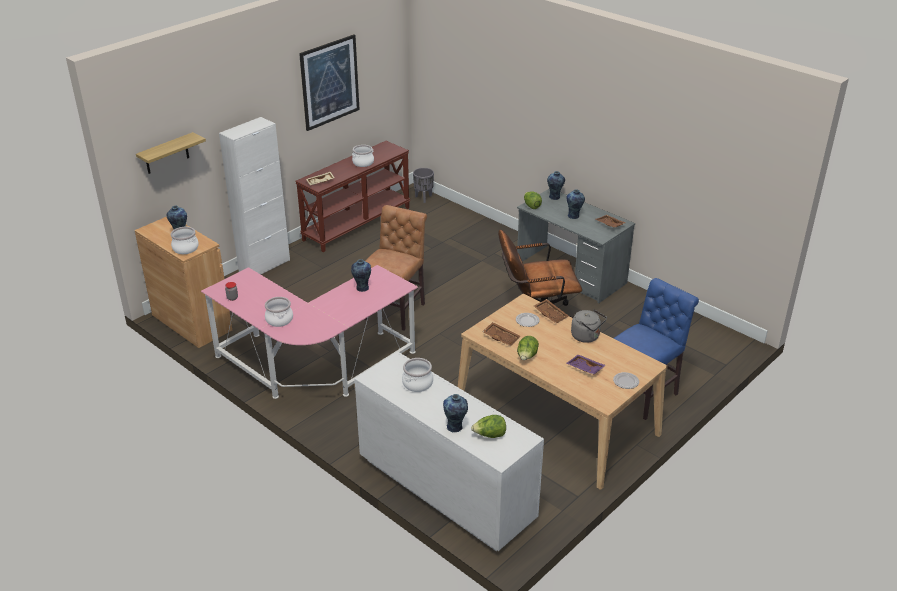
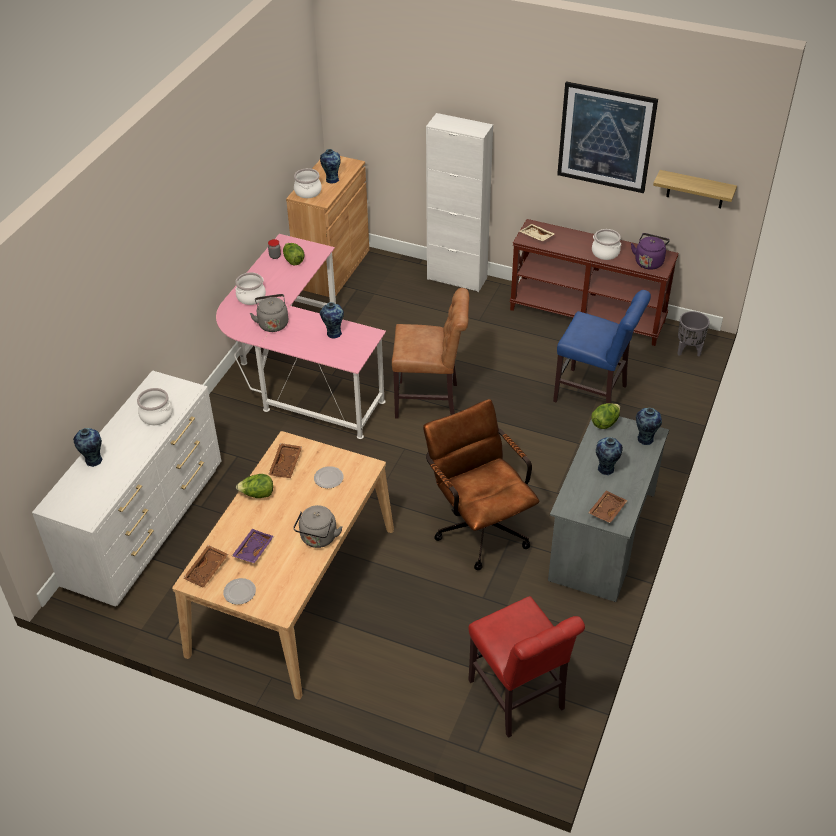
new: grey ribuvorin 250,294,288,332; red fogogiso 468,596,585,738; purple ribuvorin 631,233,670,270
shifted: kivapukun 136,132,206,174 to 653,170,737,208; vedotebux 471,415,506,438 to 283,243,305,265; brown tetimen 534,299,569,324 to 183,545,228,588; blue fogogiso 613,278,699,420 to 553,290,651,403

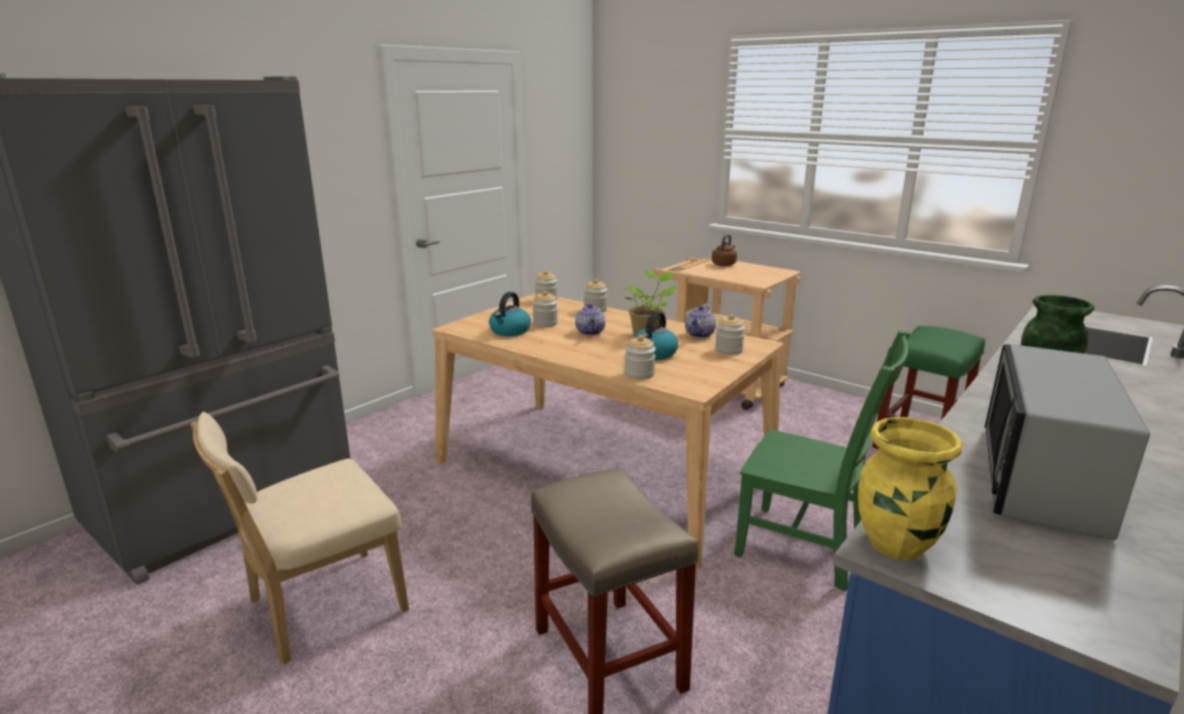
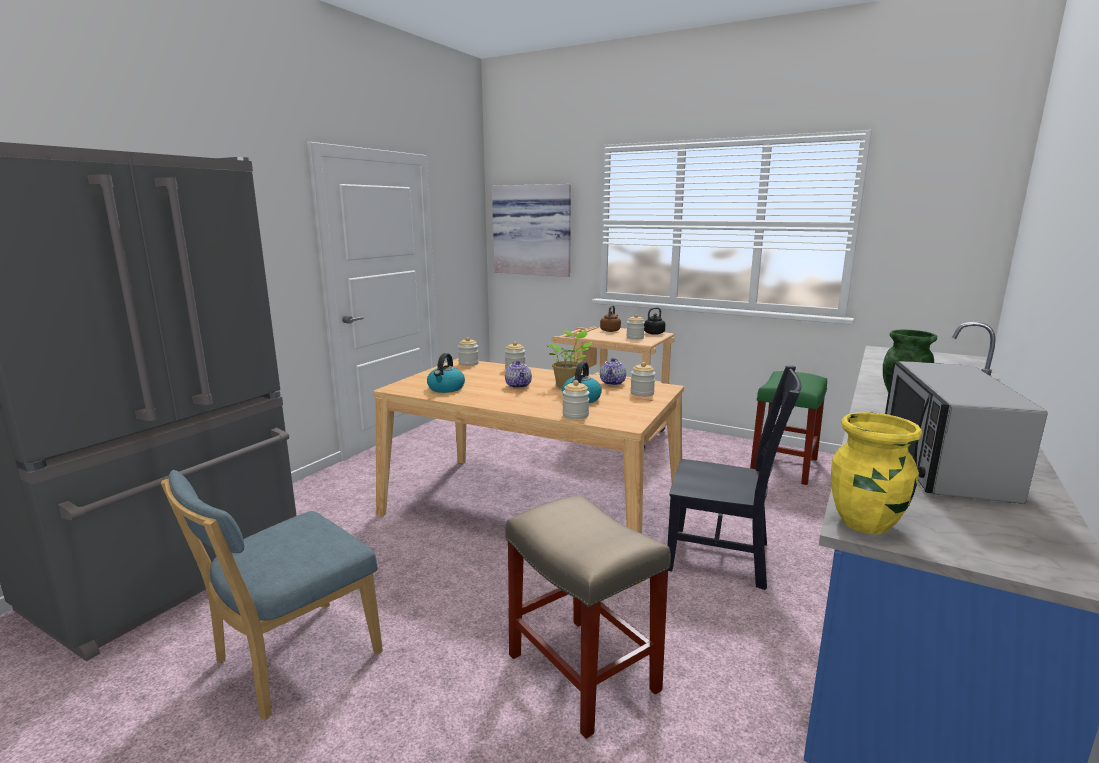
new: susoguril 492,184,571,277; black ribuvorin 644,307,665,335
shifted: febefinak 532,291,558,327 to 626,314,645,340
repainted: beige fogogiso 191,412,409,665 to blue fogogiso 161,470,383,720; green fogogiso 734,331,910,591 to black fogogiso 667,366,801,590

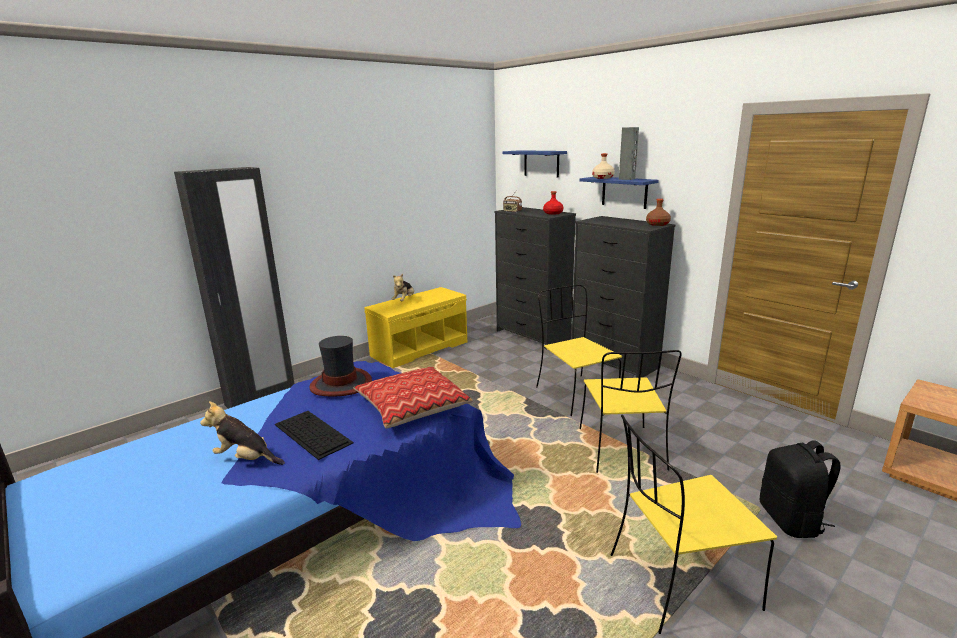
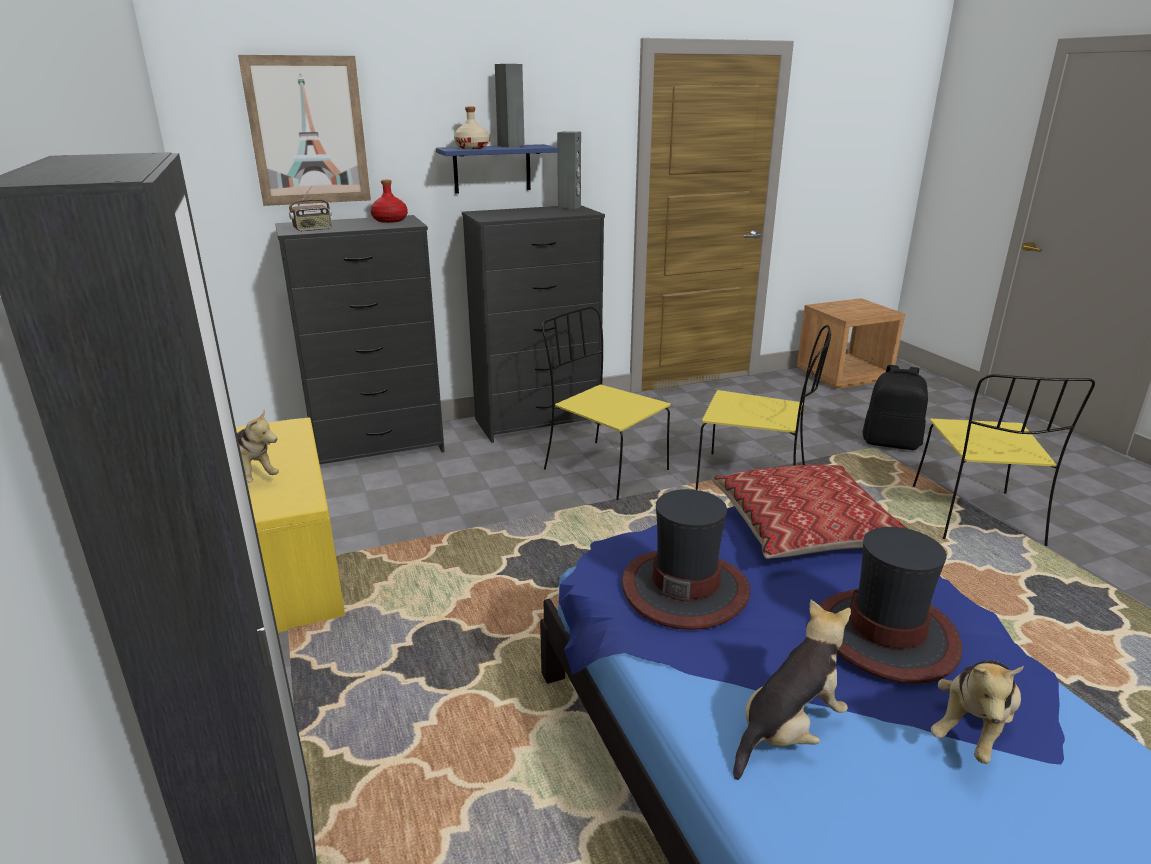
new: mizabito 733,600,851,780
swapped: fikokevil 275,411,354,460 to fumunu 819,527,962,684; blue kivapukun 502,150,567,178 to susoguril 238,55,371,206; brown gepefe 646,199,671,226 to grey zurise 557,131,581,209
rotated: yellow fogogiso 536,285,622,416 = 542,307,671,500 45 degrees clockwise

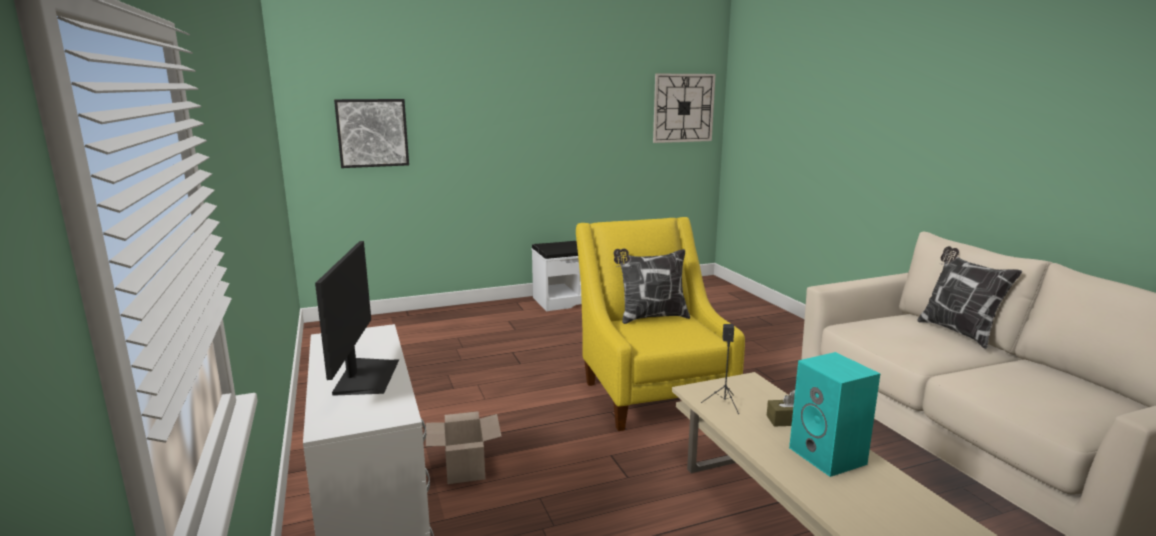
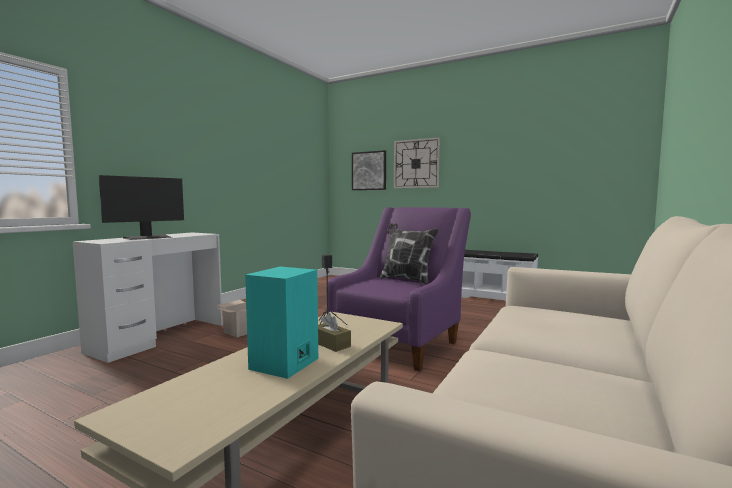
gone: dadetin 917,246,1022,349
shifted: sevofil 653,74,716,143 to 394,137,440,188
repainted: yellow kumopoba 576,217,745,431 to purple kumopoba 328,207,471,371

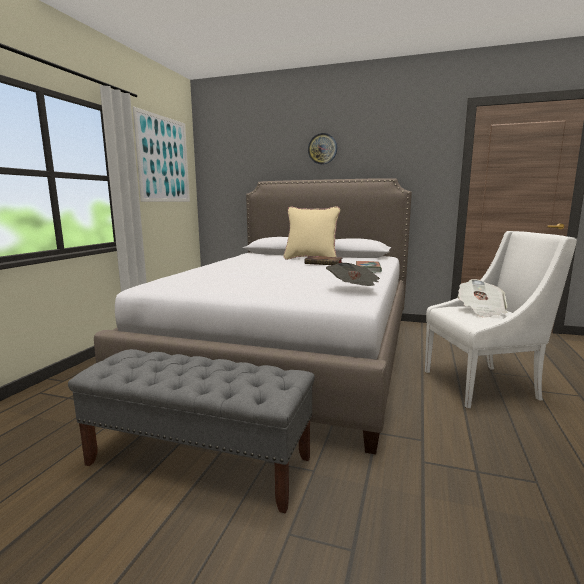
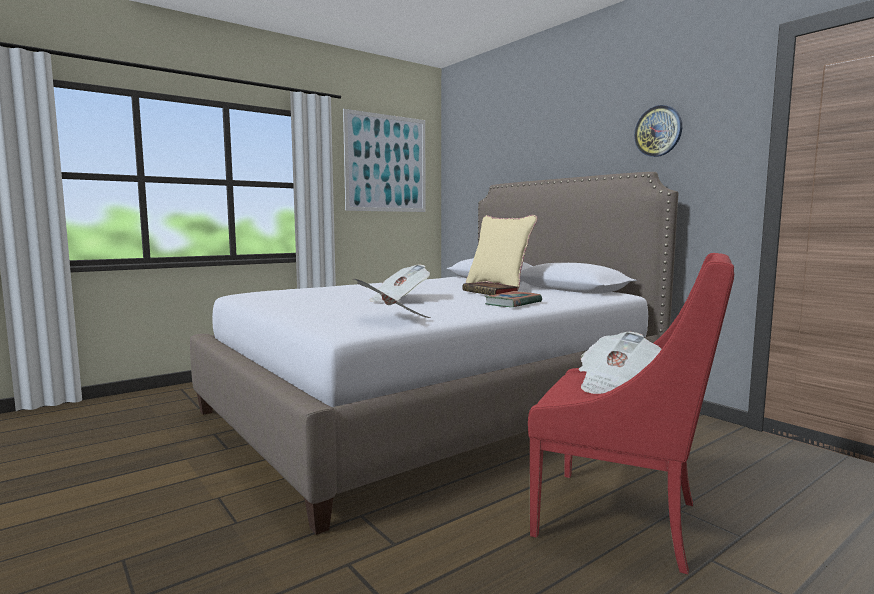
gone: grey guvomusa 68,349,315,514
new: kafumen 370,265,430,302
shifted: sevofil 308,133,337,165 to 634,105,682,157
repainted: white kumopoba 425,231,577,409 to red kumopoba 528,253,734,574

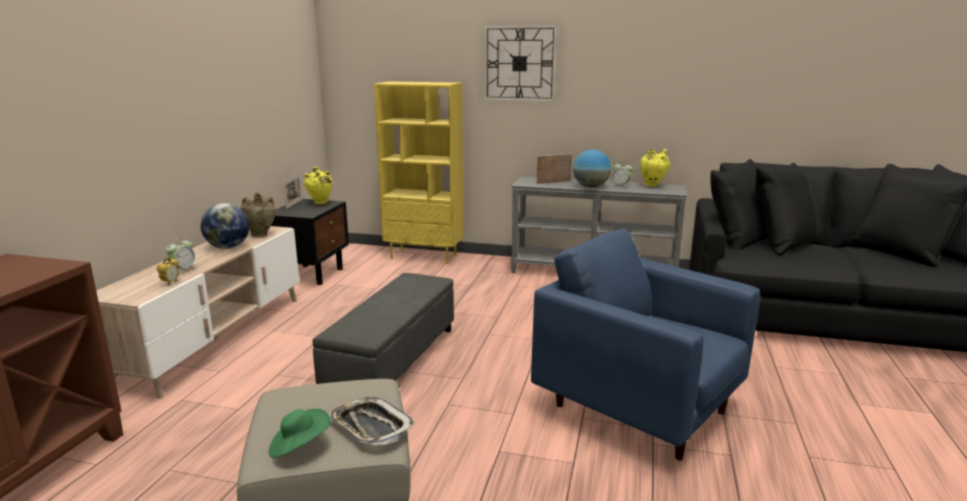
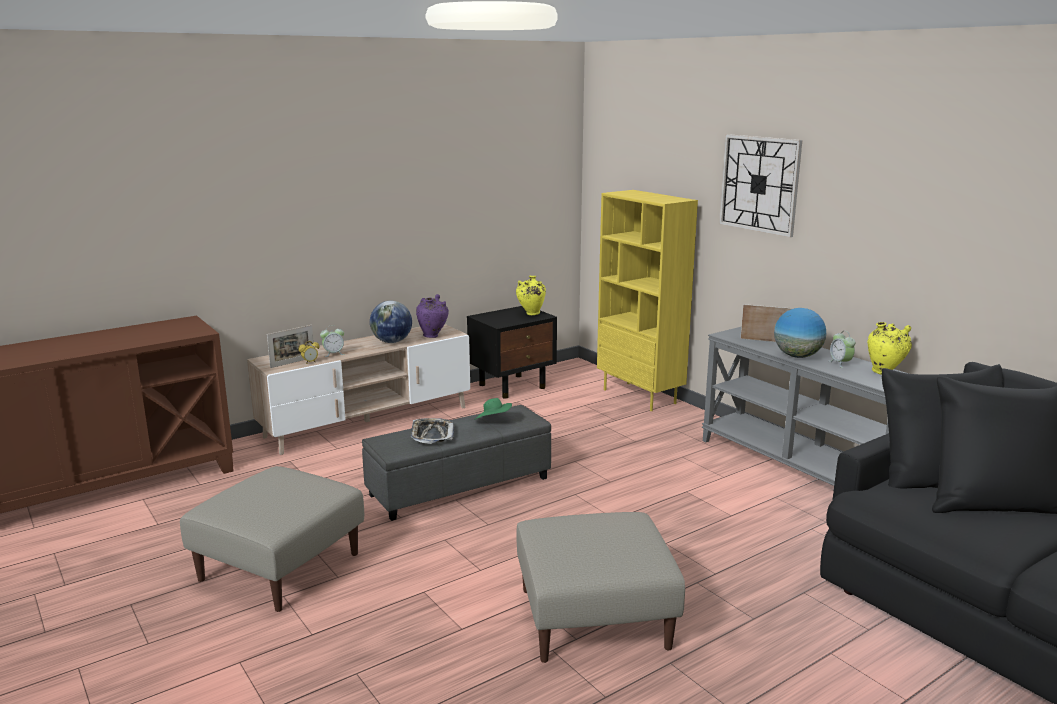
shifted: green fumunu 269,409,331,458 to 474,398,512,420; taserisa 283,173,302,209 to 267,325,314,368; tetimen 329,397,415,445 to 411,418,454,444
swapped: blue kumopoba 531,229,760,461 to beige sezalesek 517,512,685,663
repainted: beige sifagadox 241,192,276,237 to purple sifagadox 416,294,449,338

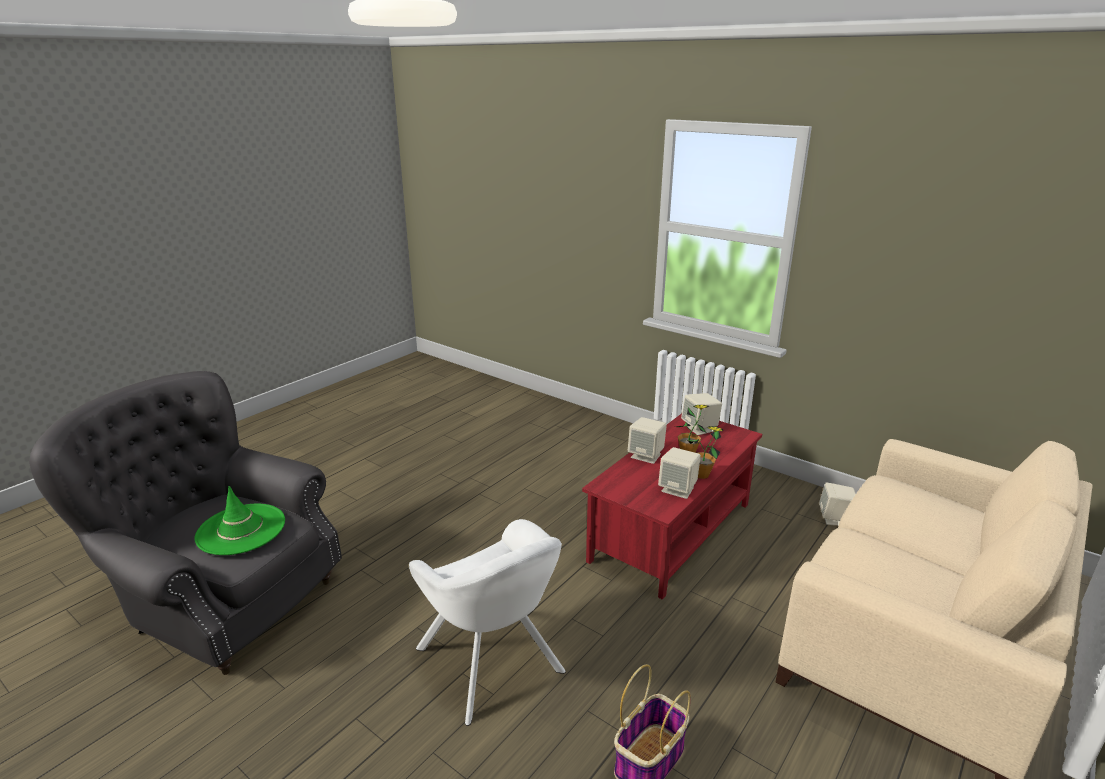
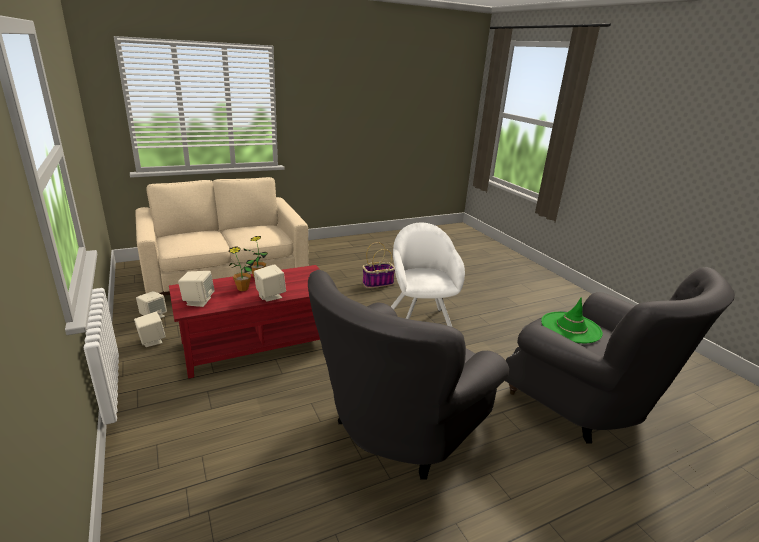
new: grey kumopoba 308,270,509,479
shifted: beige zurise 658,447,701,499 to 134,312,166,347

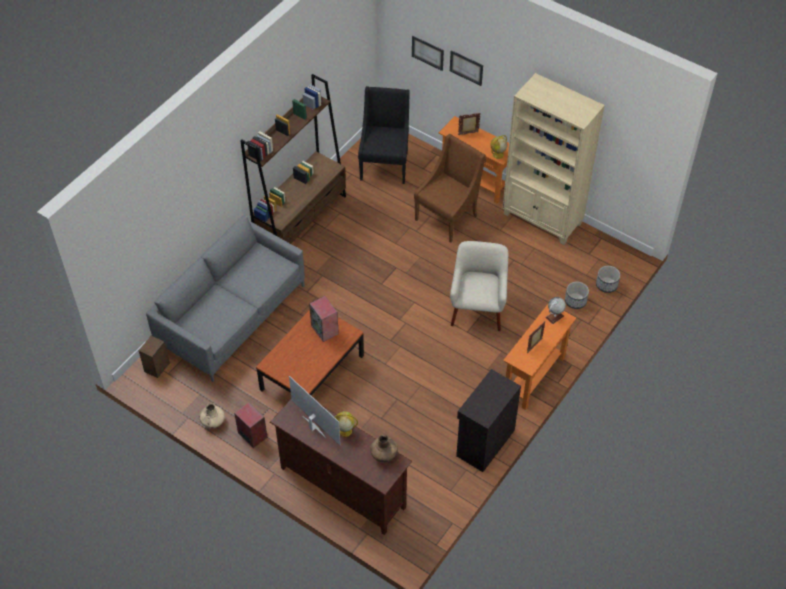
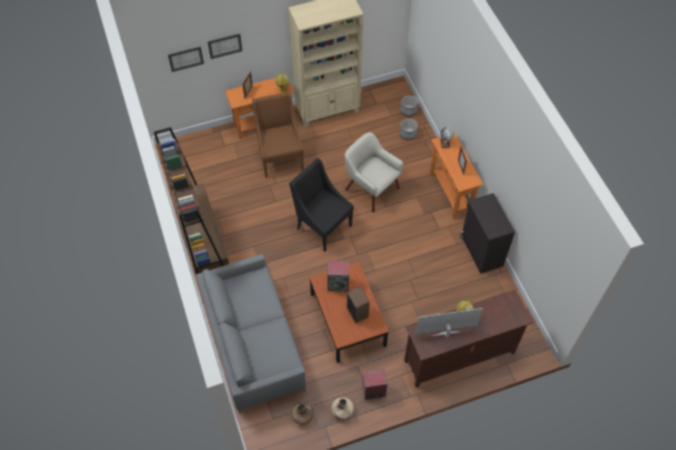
shifted: zurise 139,335,170,378 to 347,286,370,323; black kumopoba 358,86,410,184 to 289,158,354,252; brown sifagadox 370,435,398,462 to 291,402,314,425

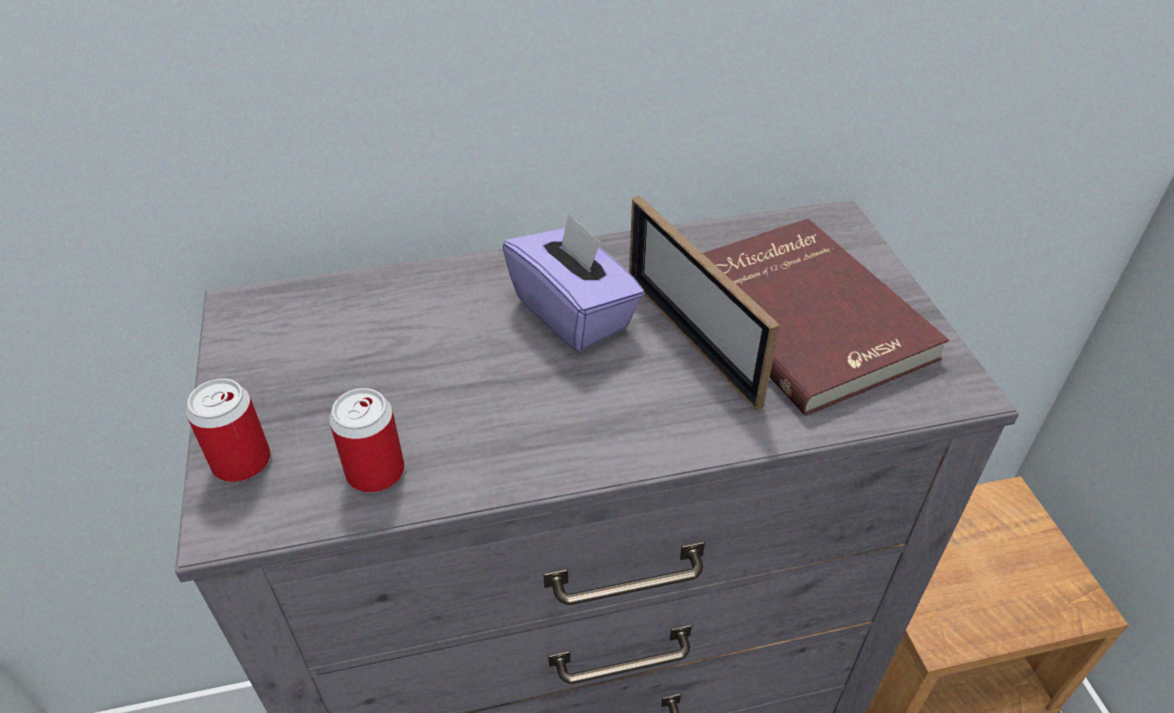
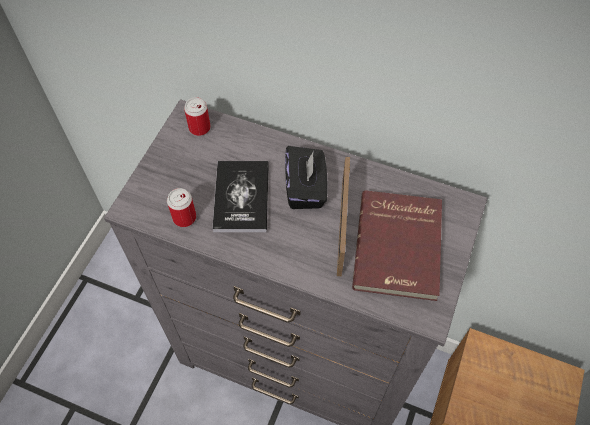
new: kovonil 212,161,269,232
shifted: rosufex 186,378,270,482 to 184,97,211,136
repainted: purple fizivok 503,213,644,352 to black fizivok 285,146,328,209

